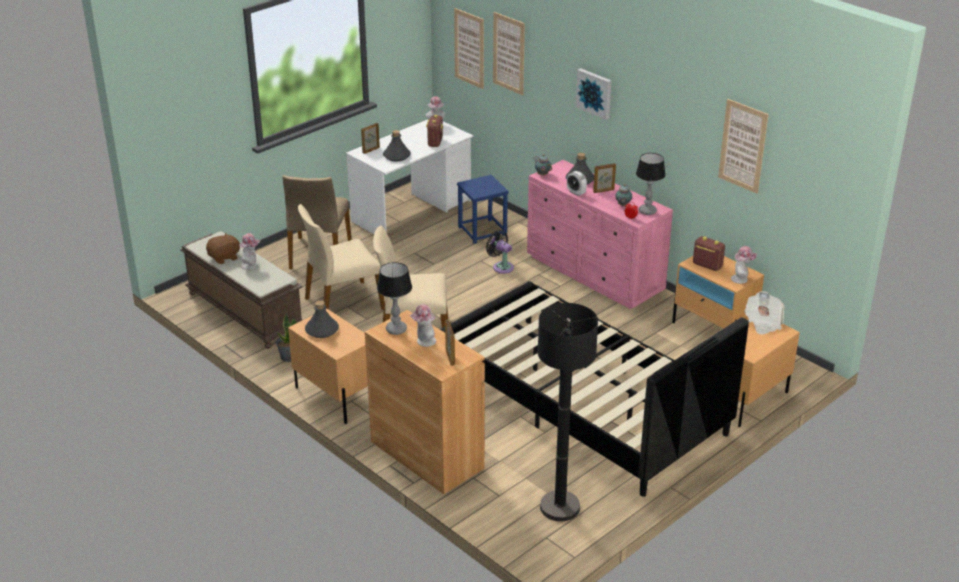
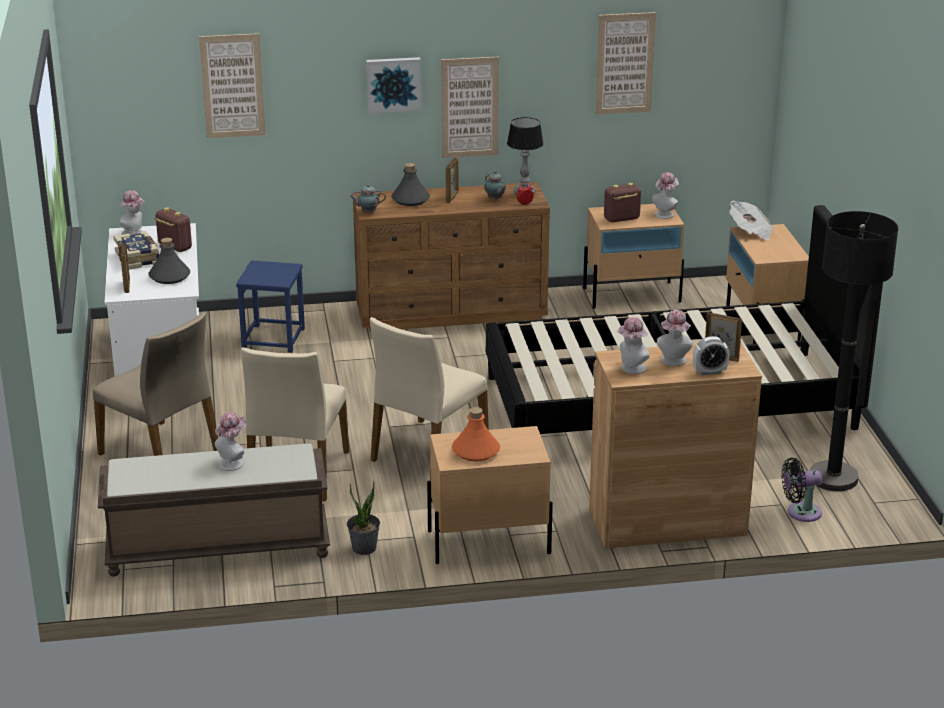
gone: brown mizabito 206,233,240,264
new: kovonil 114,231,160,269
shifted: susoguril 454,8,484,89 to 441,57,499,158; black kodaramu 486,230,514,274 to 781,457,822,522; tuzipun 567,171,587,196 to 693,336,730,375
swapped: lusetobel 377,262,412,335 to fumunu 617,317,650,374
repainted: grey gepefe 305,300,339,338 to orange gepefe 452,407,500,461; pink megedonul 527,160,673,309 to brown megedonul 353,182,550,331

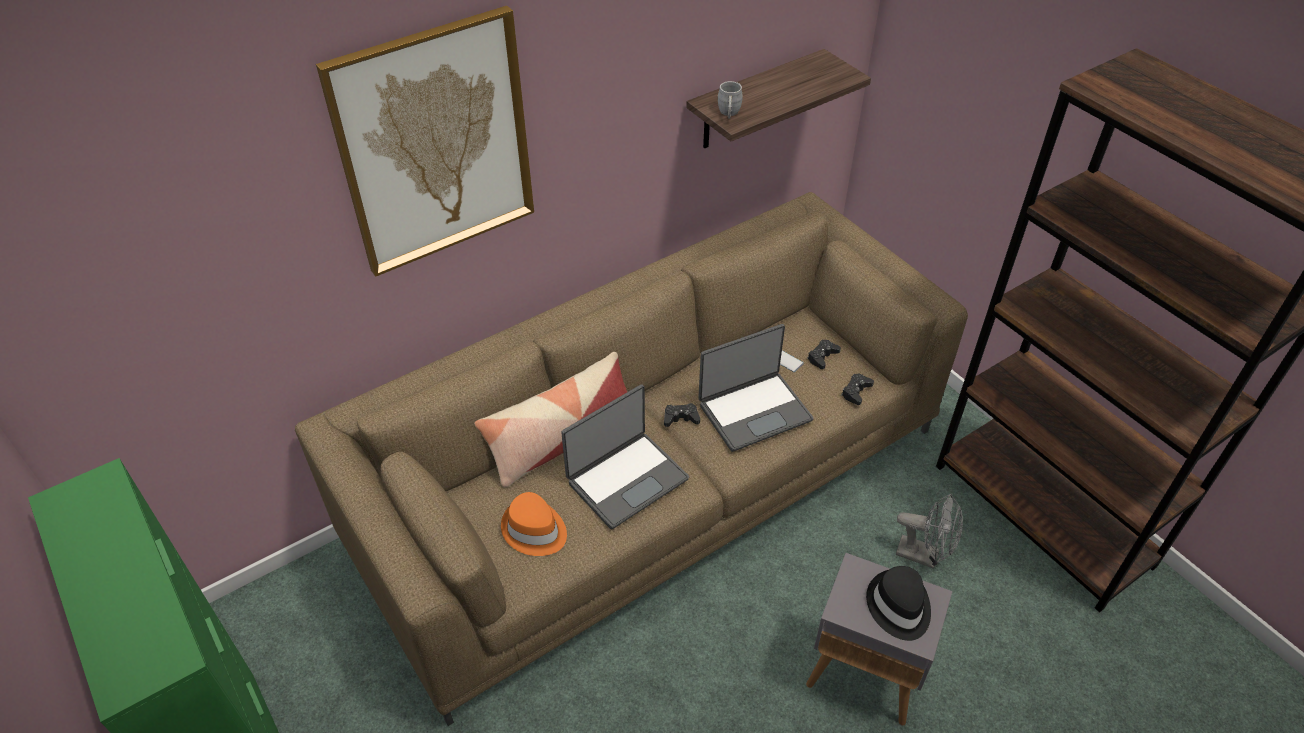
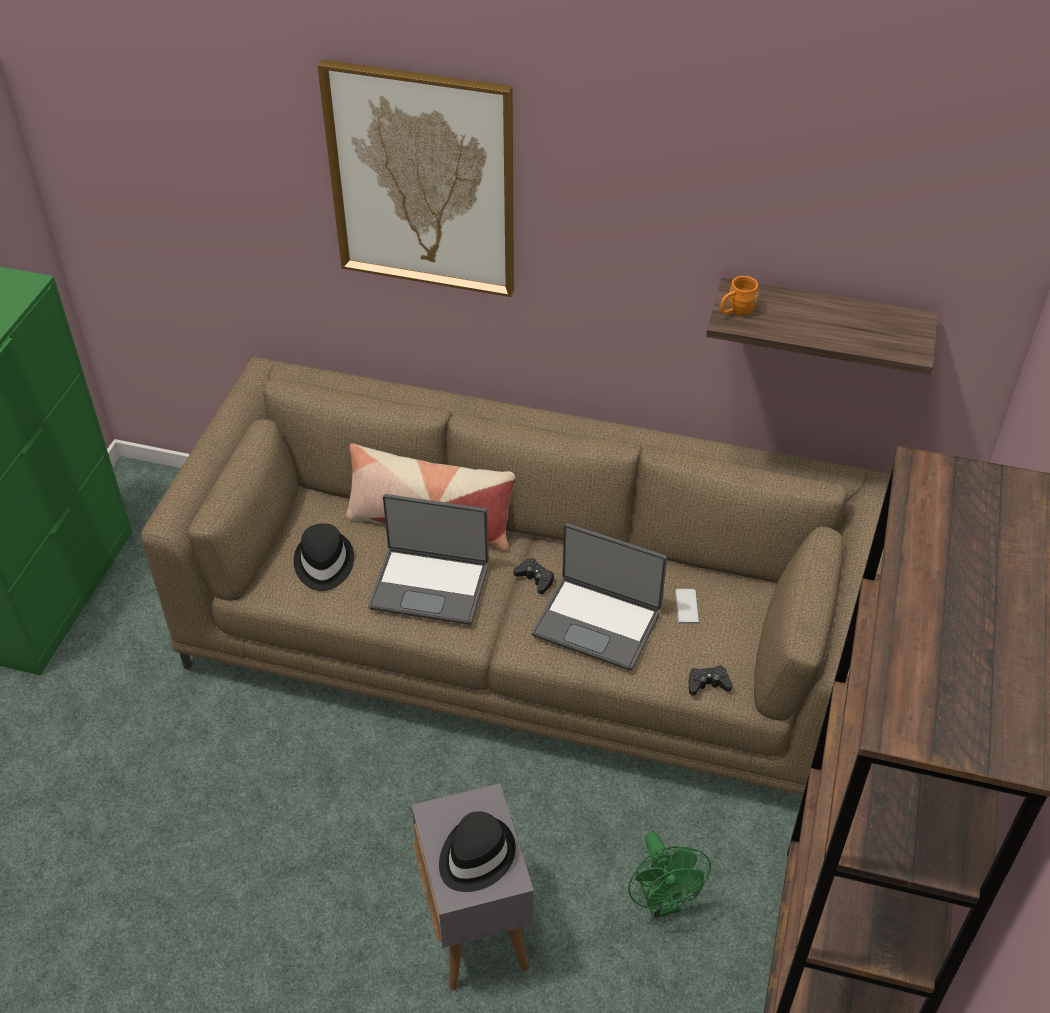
gone: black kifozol 807,340,841,369
repainted: orange fumunu 501,492,567,556 to black fumunu 294,523,354,591; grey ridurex 718,81,743,119 to orange ridurex 720,276,759,316; grey kodaramu 896,494,963,569 to green kodaramu 628,832,711,919

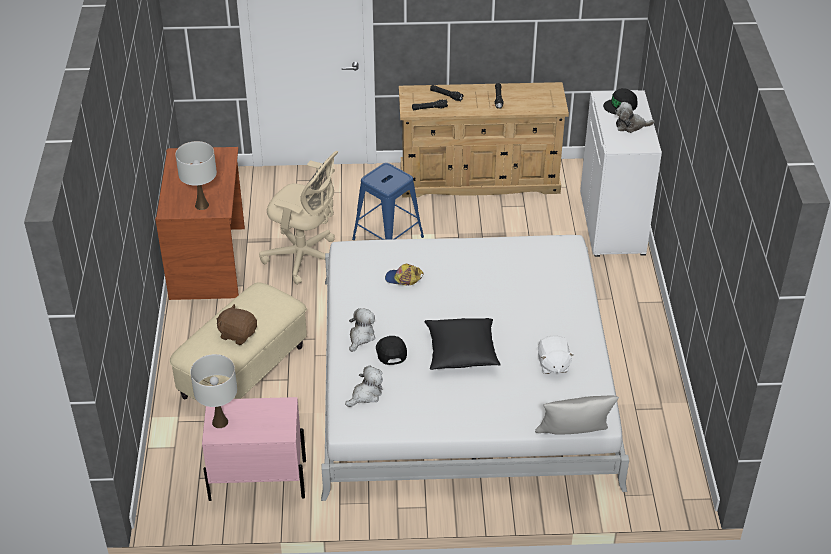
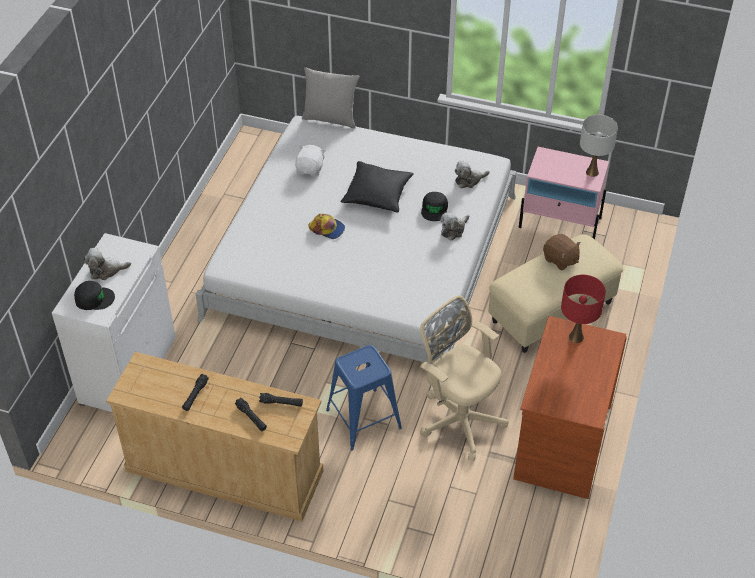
shifted: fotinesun 385,264,424,285 to 309,214,345,239
repainted: white lusetobel 175,141,217,210 to red lusetobel 561,275,606,343
rotated: mizabito 615,102,655,133 = 84,248,131,280 150 degrees clockwise

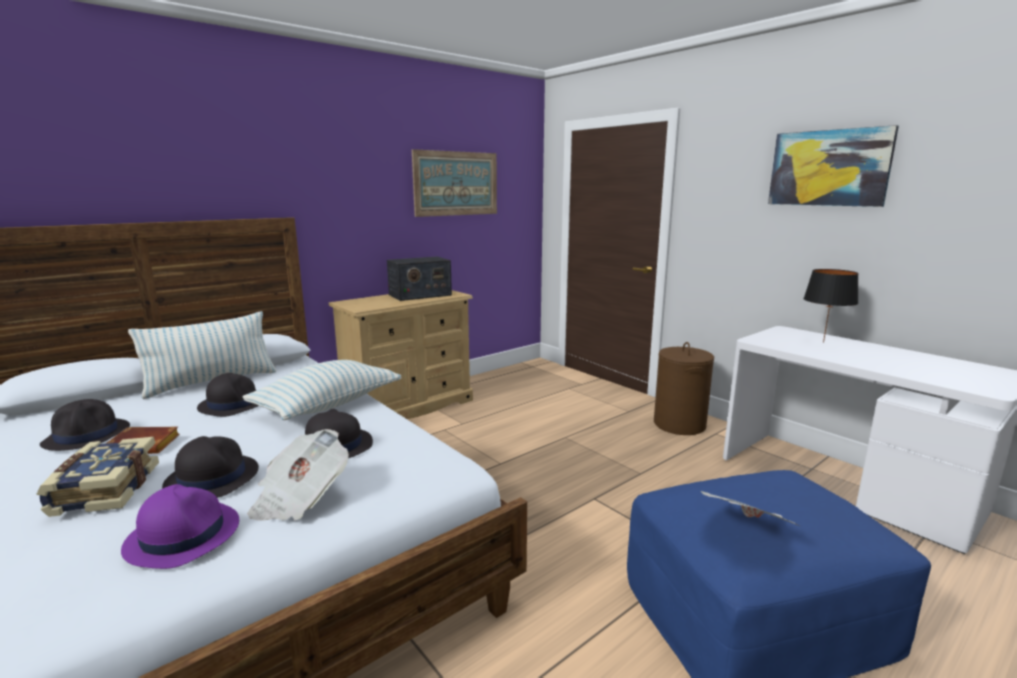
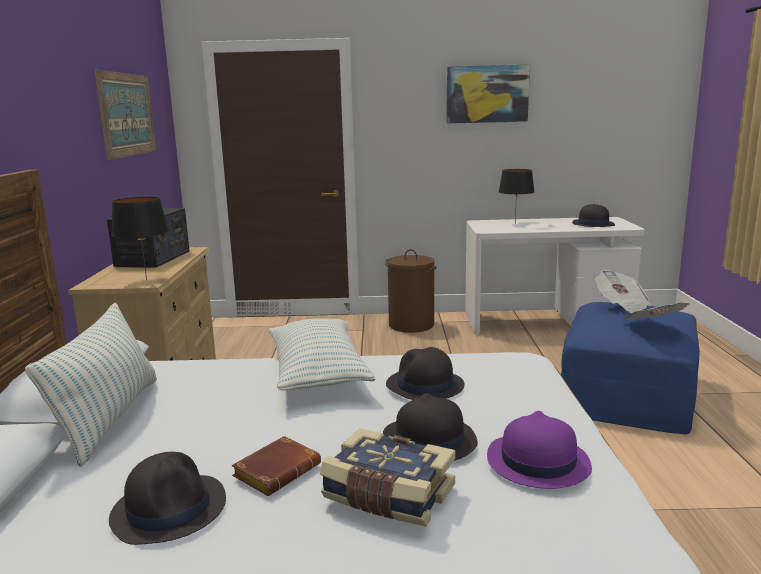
new: black lusetobel 111,197,169,280
shifted: black fumunu 197,373,259,417 to 572,204,615,227; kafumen 248,429,349,521 to 595,270,651,313

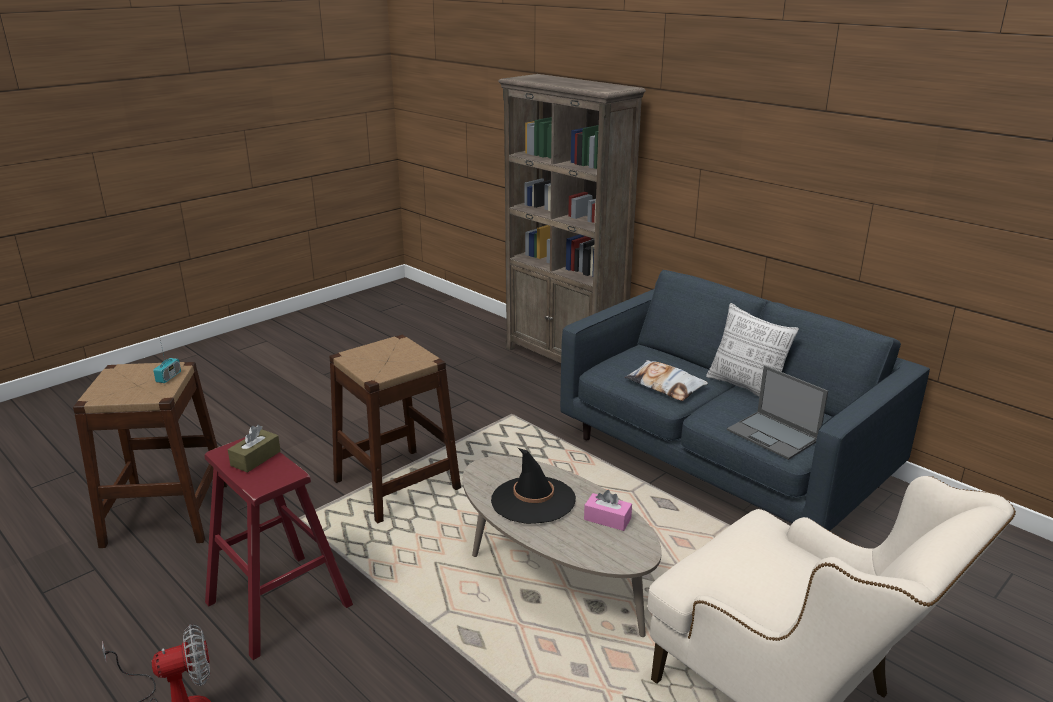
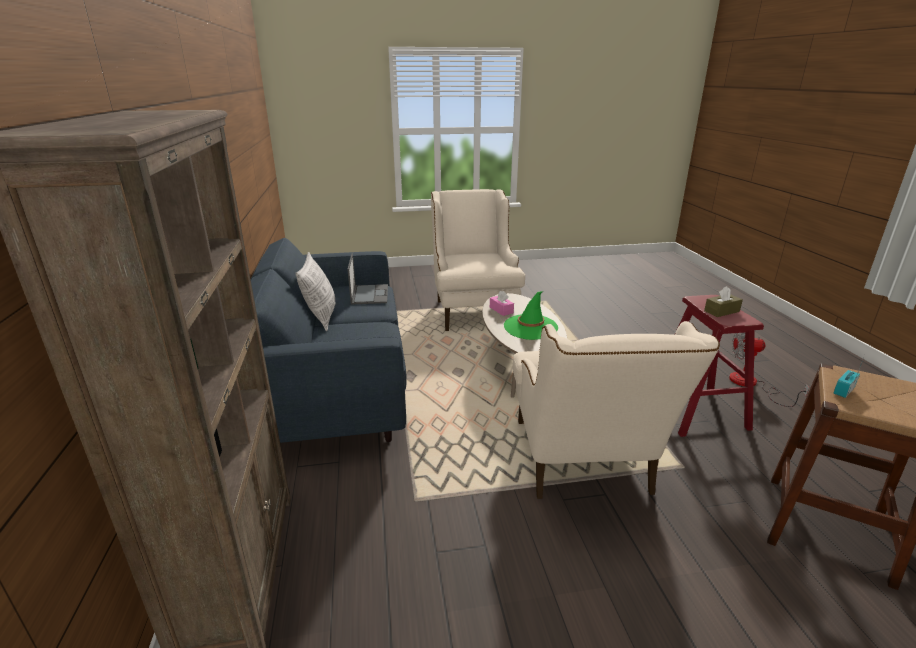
gone: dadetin 625,360,708,401
swapped: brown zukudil 329,335,461,523 to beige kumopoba 513,321,720,499
repainted: black fumunu 491,448,576,524 to green fumunu 504,291,558,340

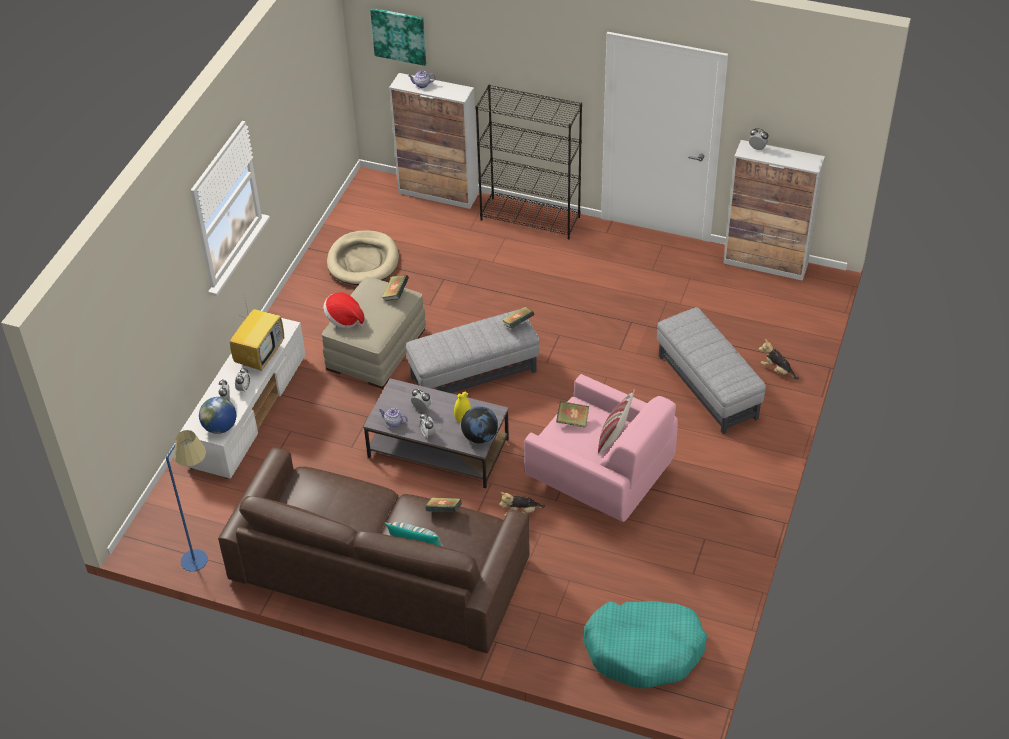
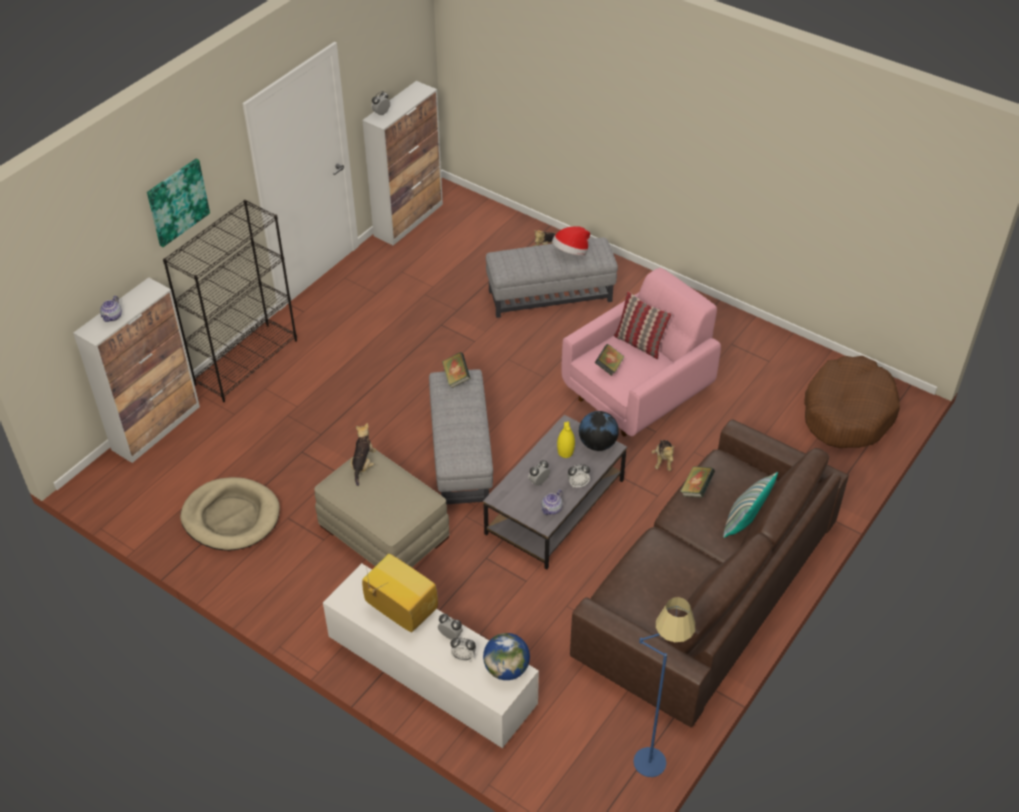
shifted: fumunu 323,292,364,328 to 552,226,590,255; susoguril 370,8,426,66 to 147,159,210,247
swapped: kovonil 382,274,409,301 to mizabito 350,423,376,486
repainted: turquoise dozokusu 583,601,707,689 to brown dozokusu 804,356,900,448

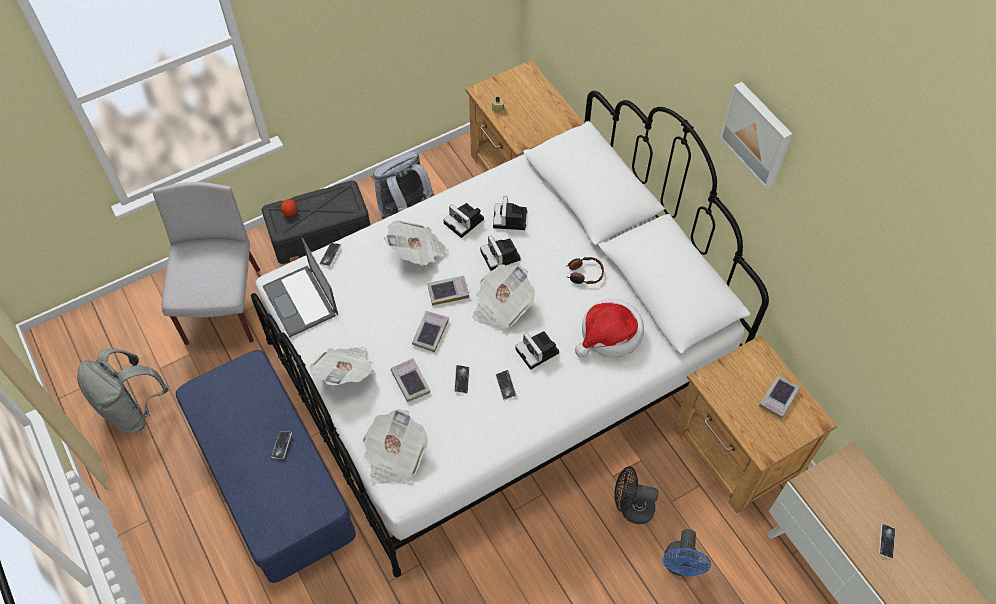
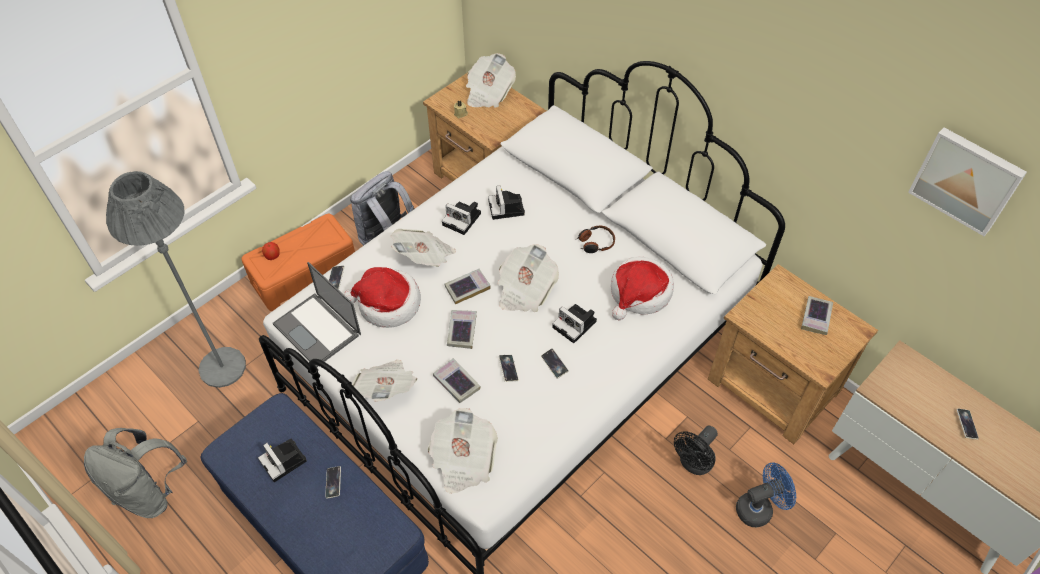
new: fumunu 344,267,421,328; kafumen 466,53,516,108
shifted: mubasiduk 480,235,521,271 to 258,439,307,482; susoguril 719,82,792,189 to 908,128,1027,236
swapped: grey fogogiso 152,182,260,345 to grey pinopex 106,171,246,388
repainted: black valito 262,180,370,264 to orange valito 241,214,355,311
rotated: black kodaramu 614,466,659,524 = 674,426,718,475 45 degrees counterclockwise; blue kodaramu 663,529,711,576 = 736,463,796,527 105 degrees counterclockwise

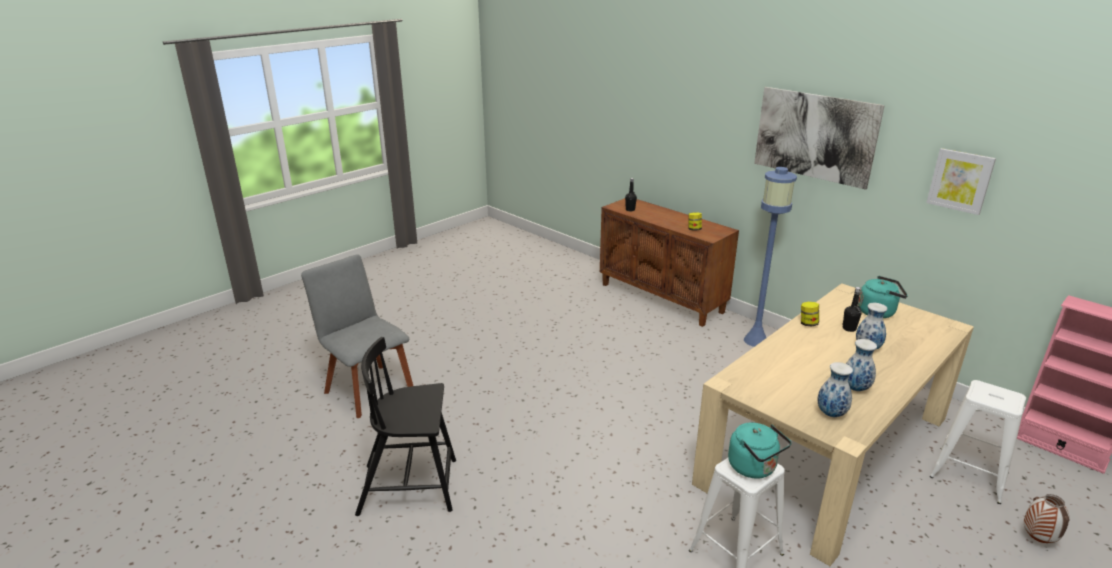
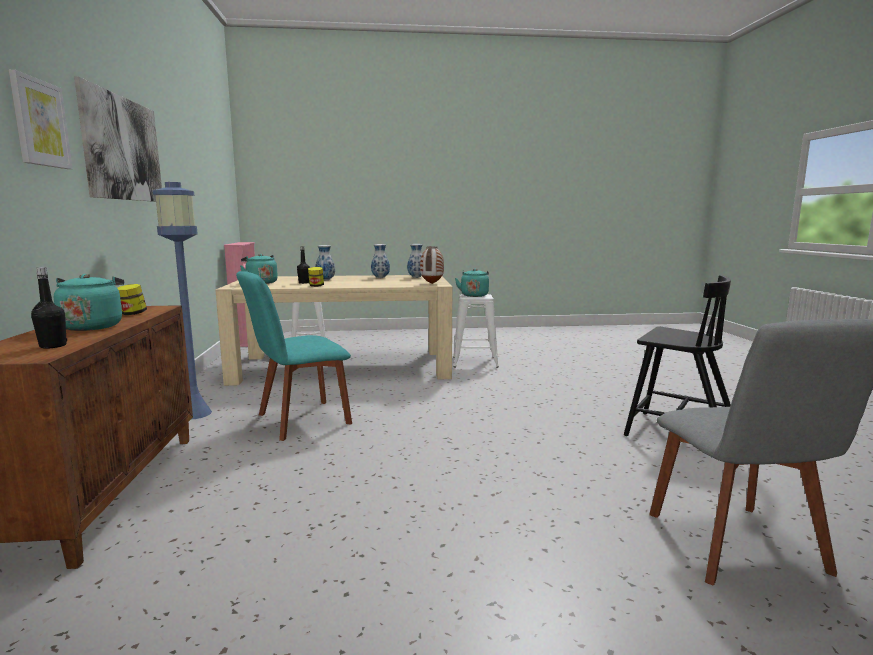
new: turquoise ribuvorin 53,274,124,331; turquoise fogogiso 236,271,352,441
shifted: susoguril 926,148,996,215 to 9,70,73,169; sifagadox 1024,494,1070,543 to 420,246,444,284

